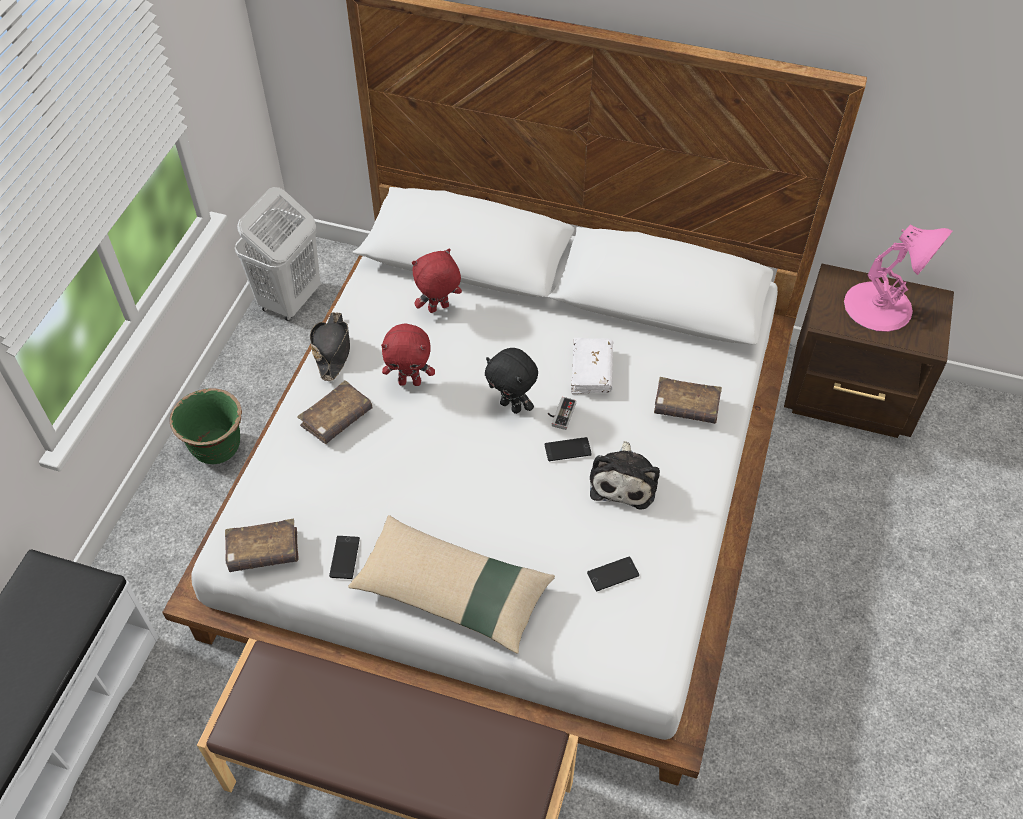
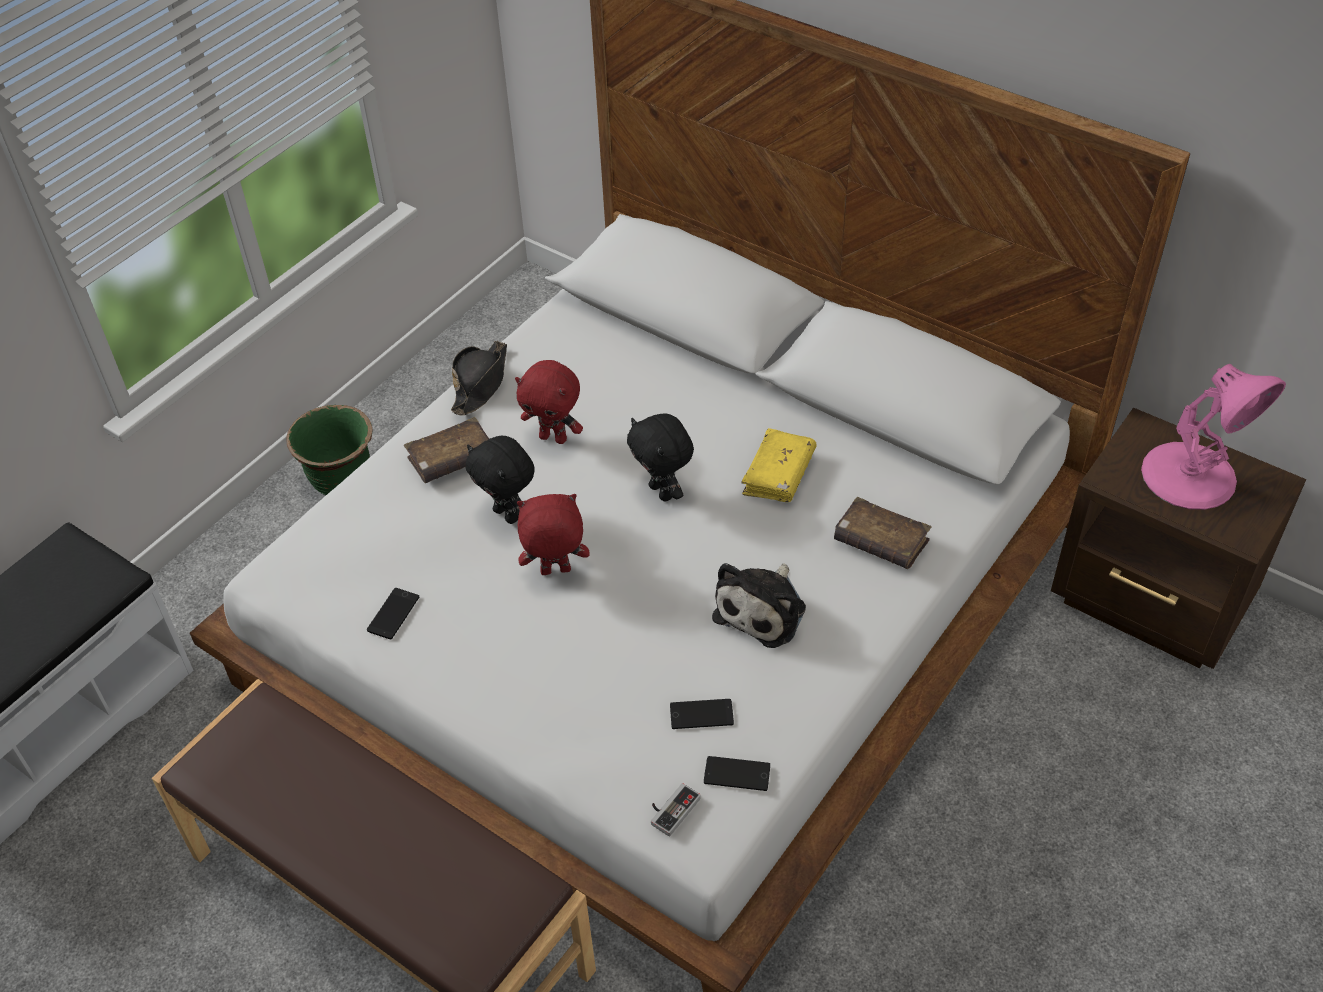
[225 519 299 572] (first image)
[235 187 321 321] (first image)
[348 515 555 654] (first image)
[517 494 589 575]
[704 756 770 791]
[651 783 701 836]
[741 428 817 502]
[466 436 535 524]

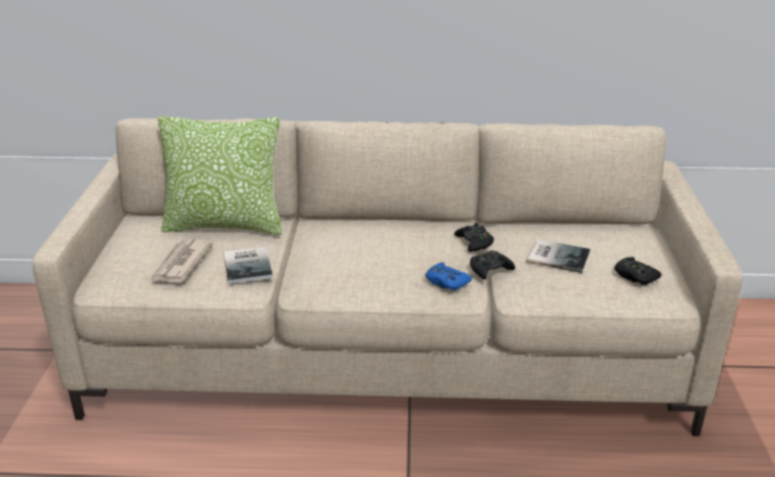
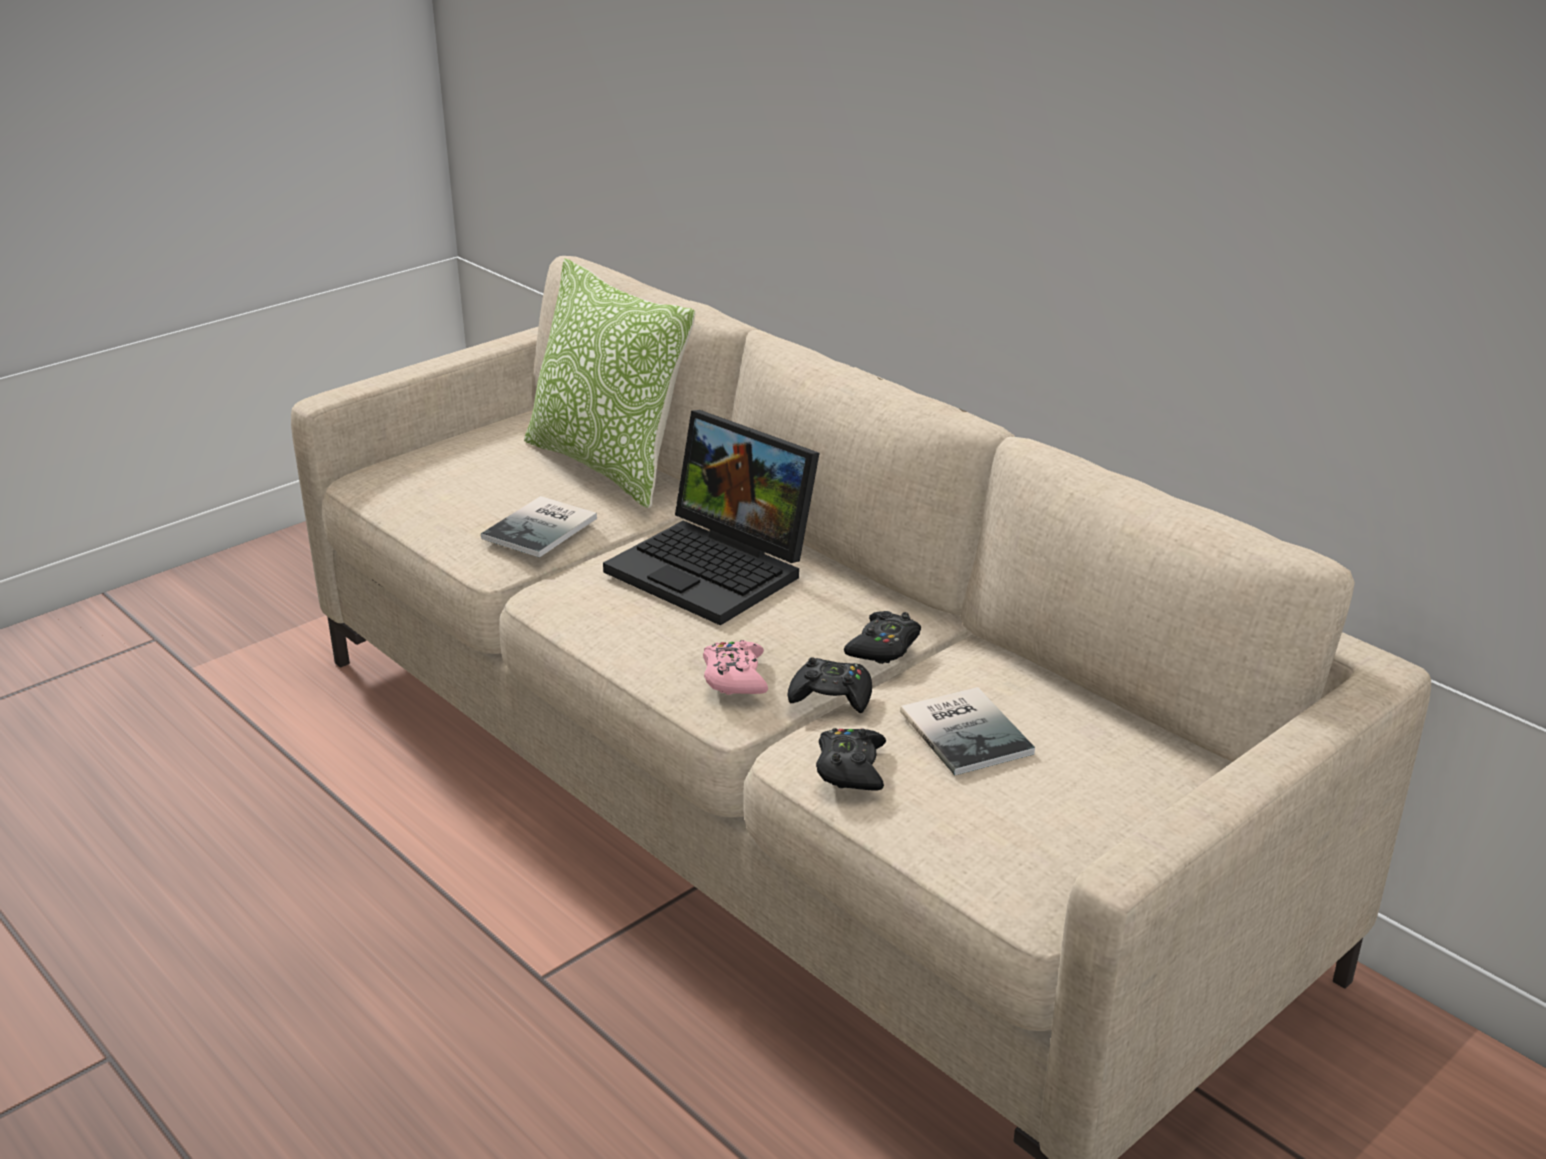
[151 239 214 282] (first image)
[703 640 768 695]
[816 728 886 791]
[603 410 819 625]

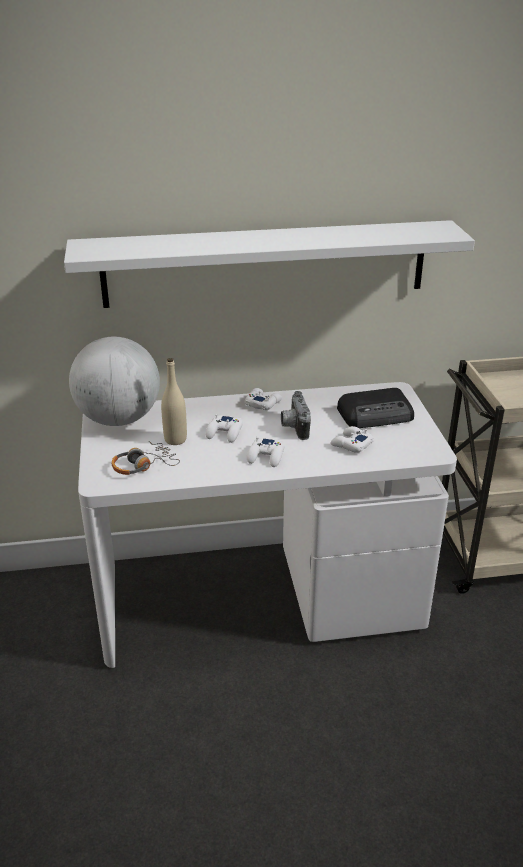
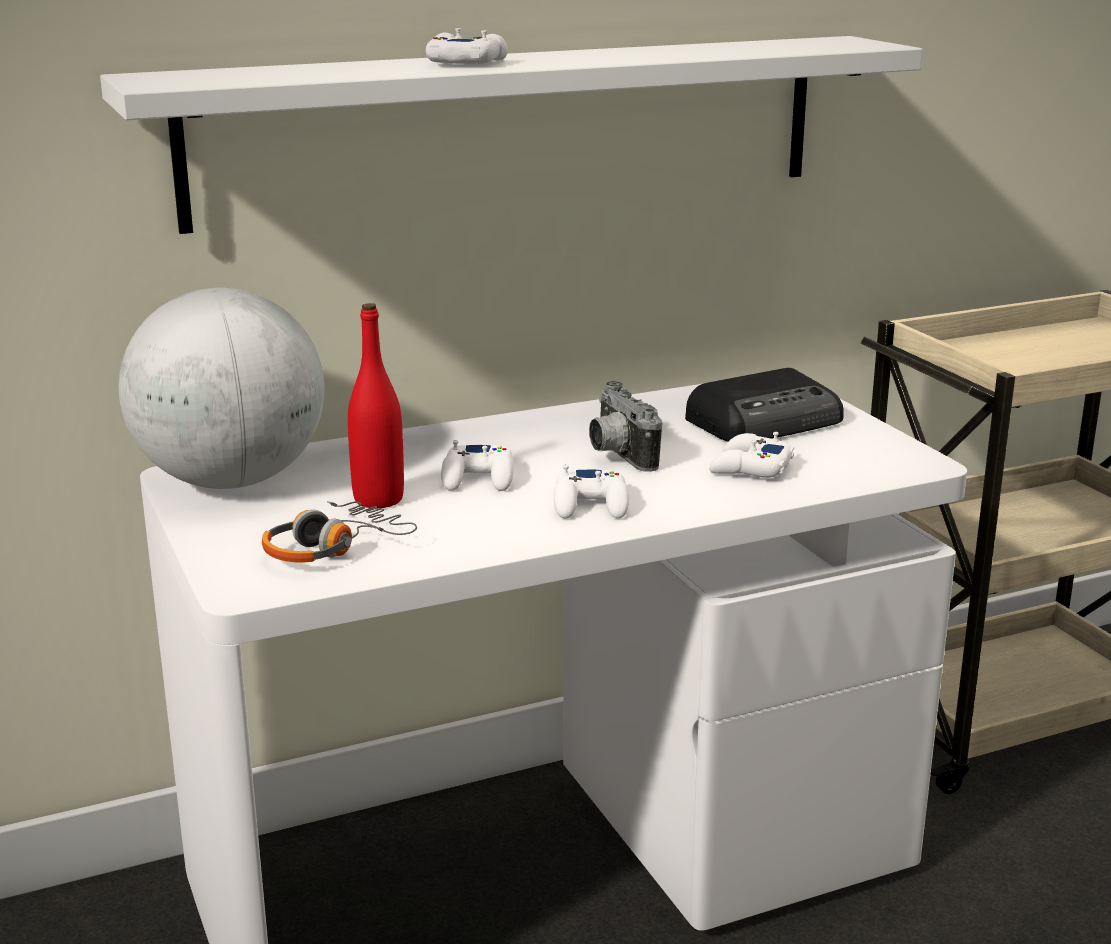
[348 303 404 508]
[426 28 508 64]

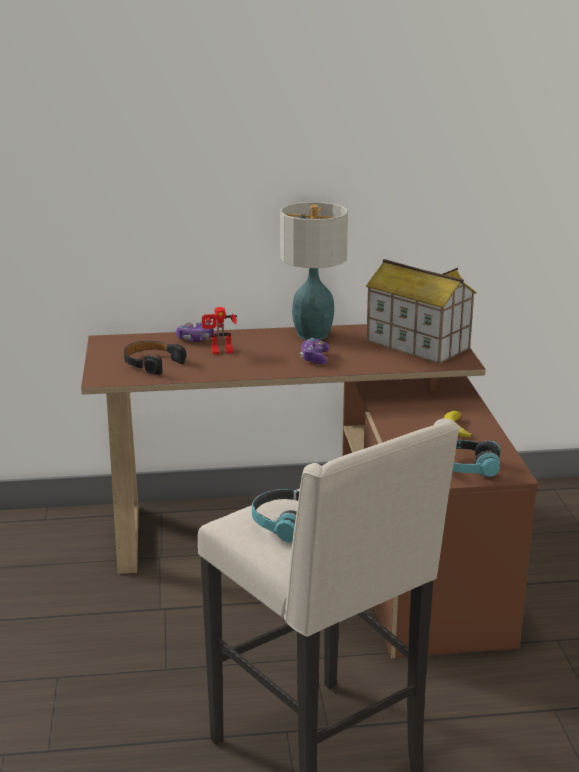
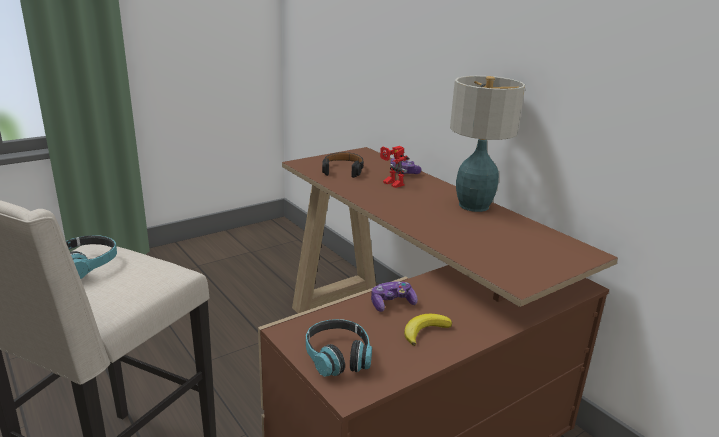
[371 282 418 312]
[366 259 477 364] (first image)

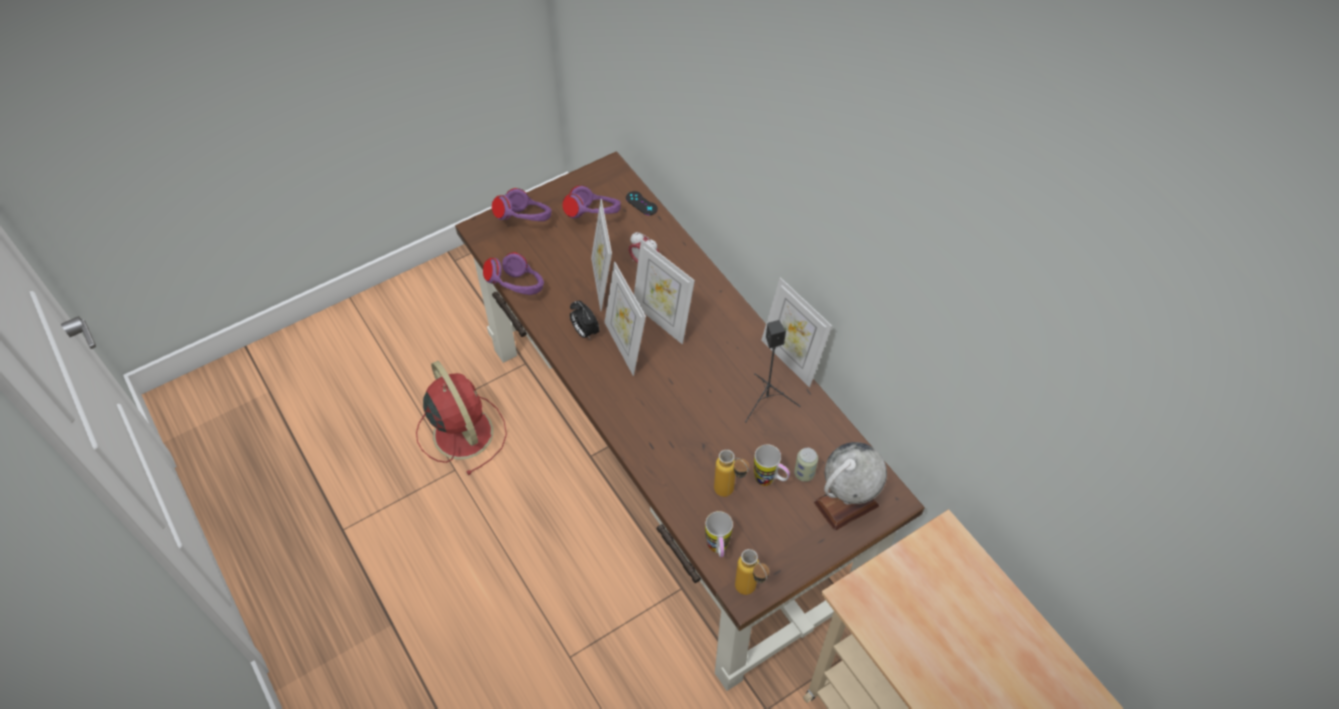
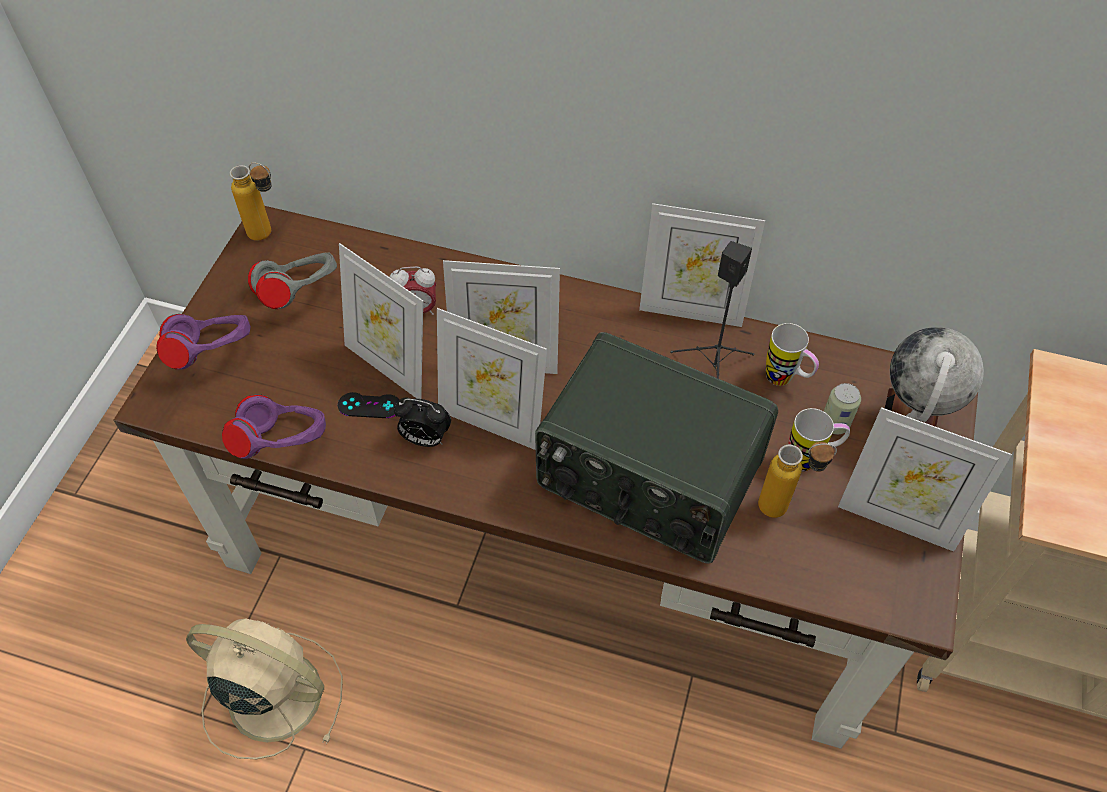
[186 619 343 759]
[248 252 337 309]
[338 392 399 418]
[766 323 819 386]
[229 162 272 241]
[535 332 778 564]
[838 407 1012 552]

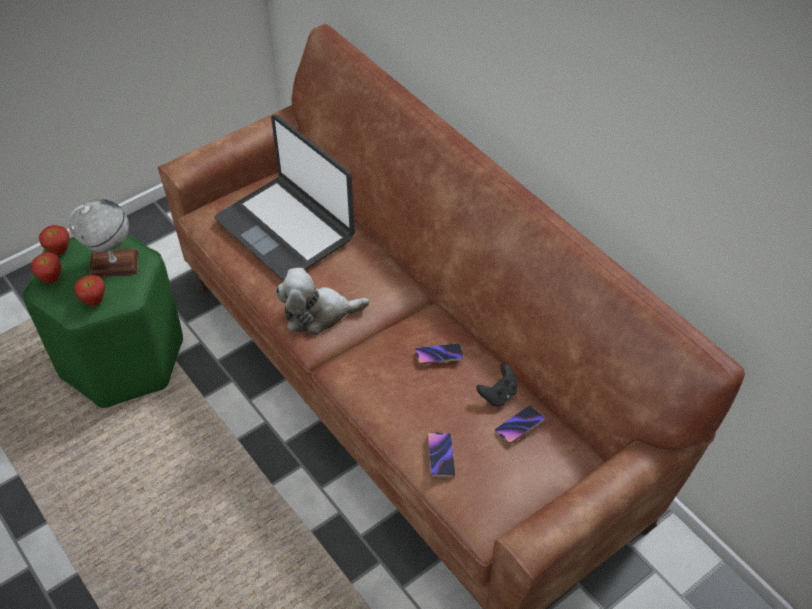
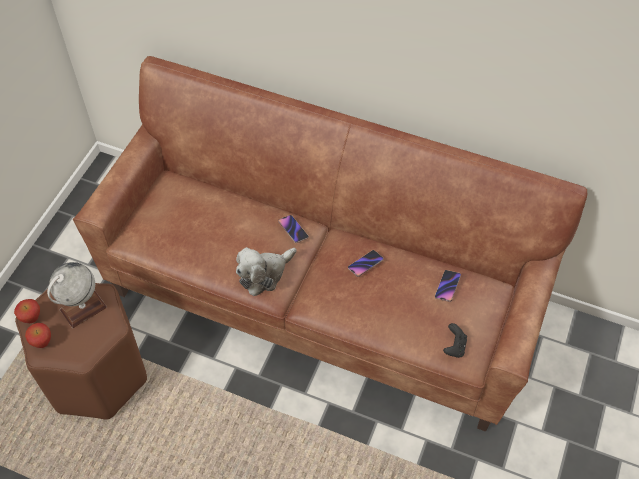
[15 283 147 420]
[74 275 105 306] (first image)
[215 114 355 281] (first image)
[278 215 309 243]
[443 323 467 358]

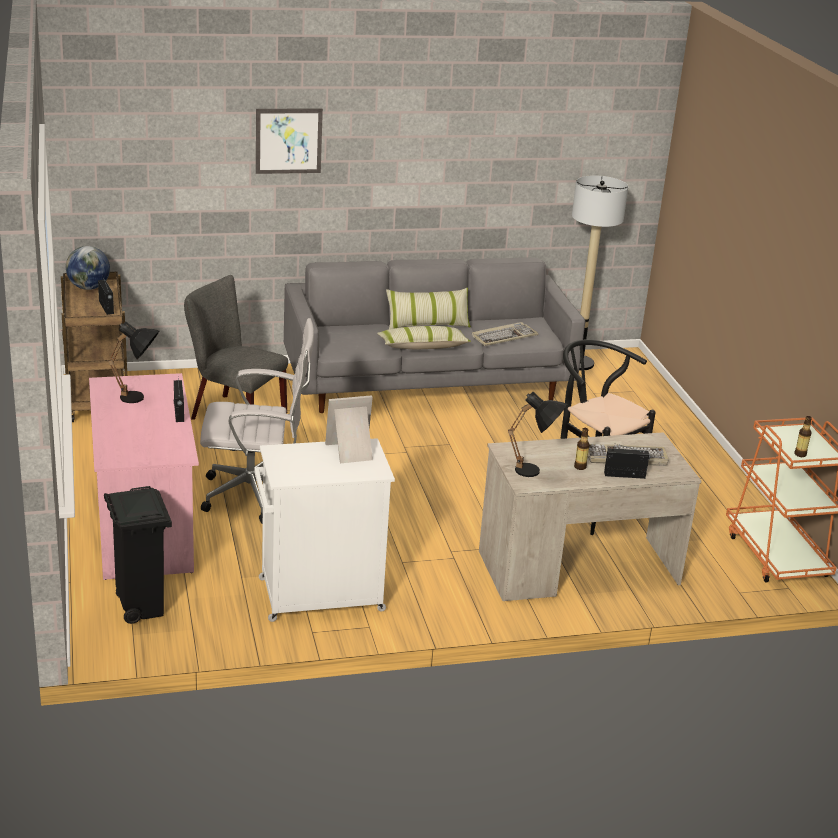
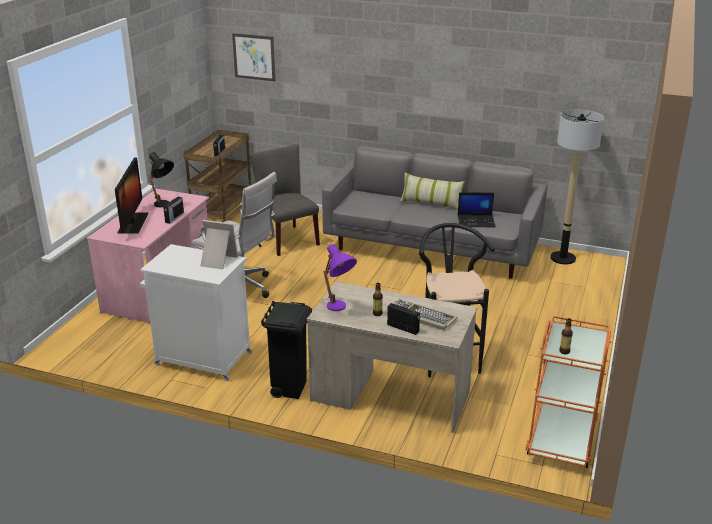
[66 246 110 290] (first image)
[261 301 312 399]
[232 33 275 81]
[377 326 471 350] (first image)
[458 192 496 227]
[323 244 357 311]
[115 157 148 234]

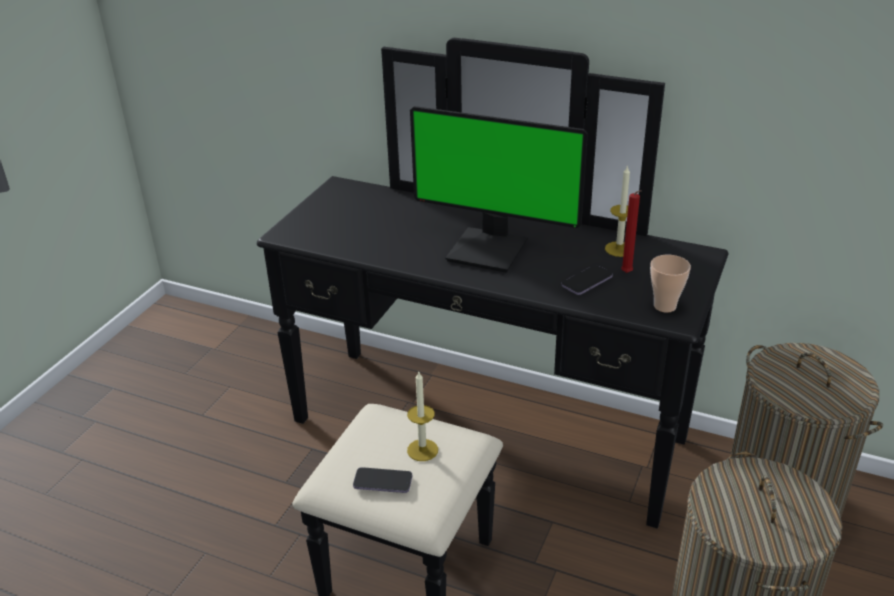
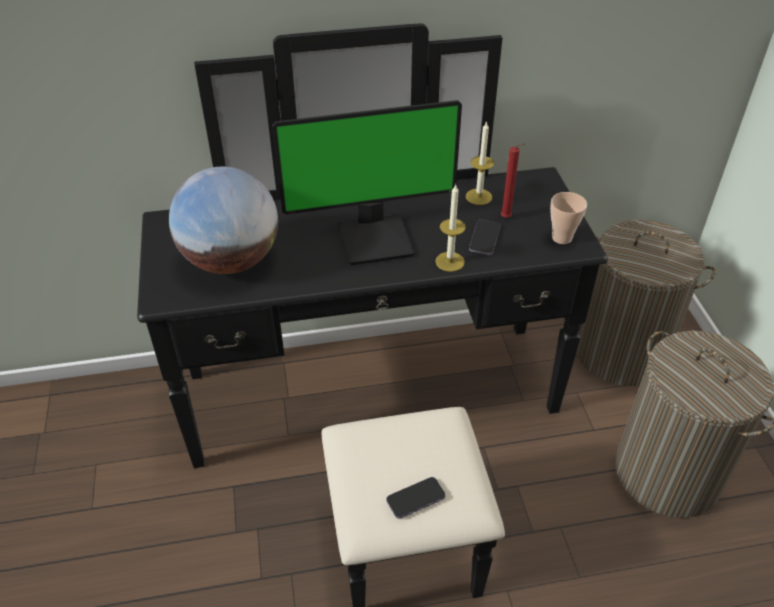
[435 184 466 272]
[169 167 278 274]

